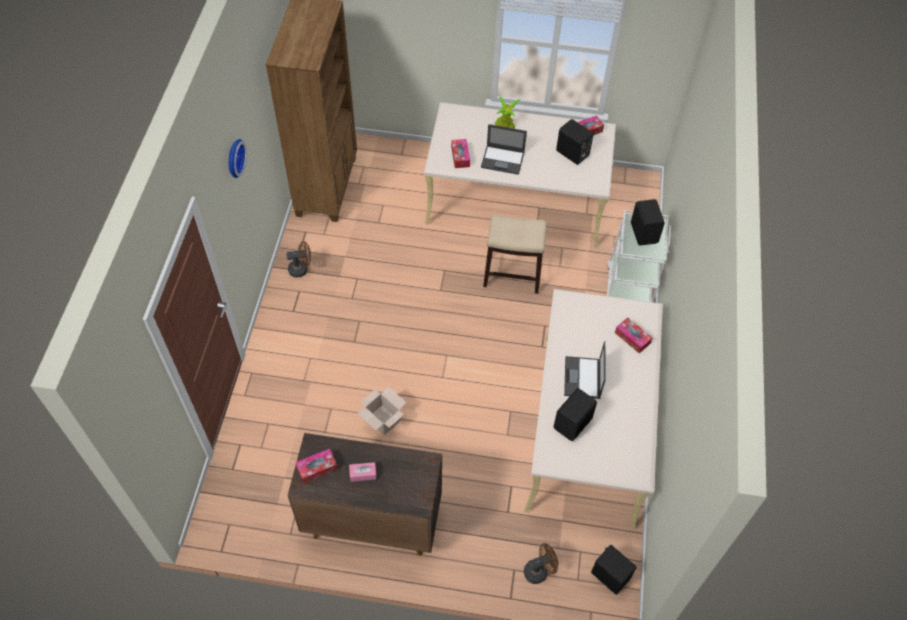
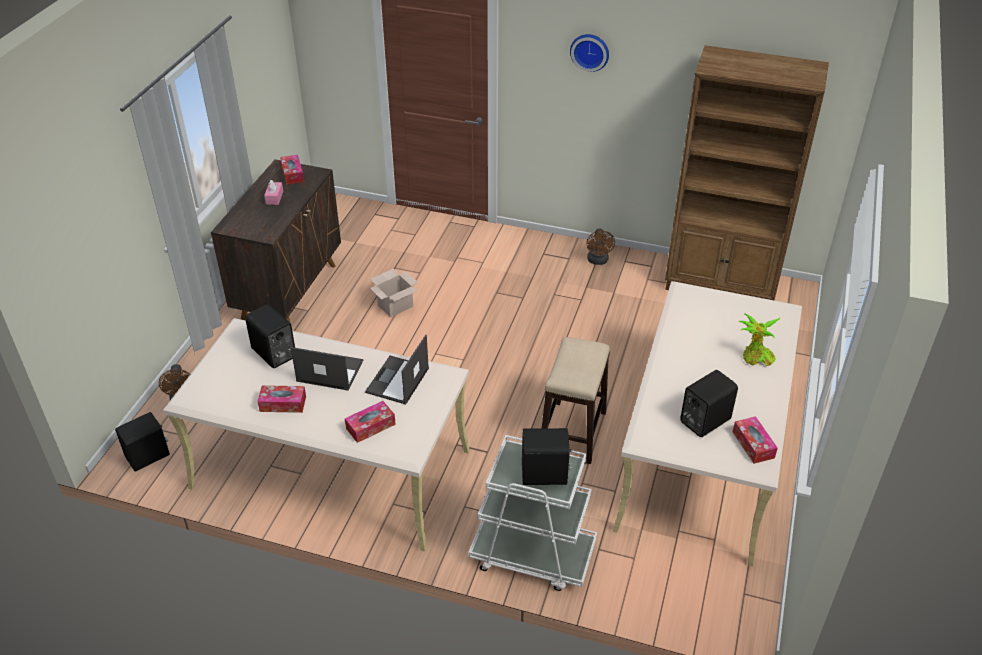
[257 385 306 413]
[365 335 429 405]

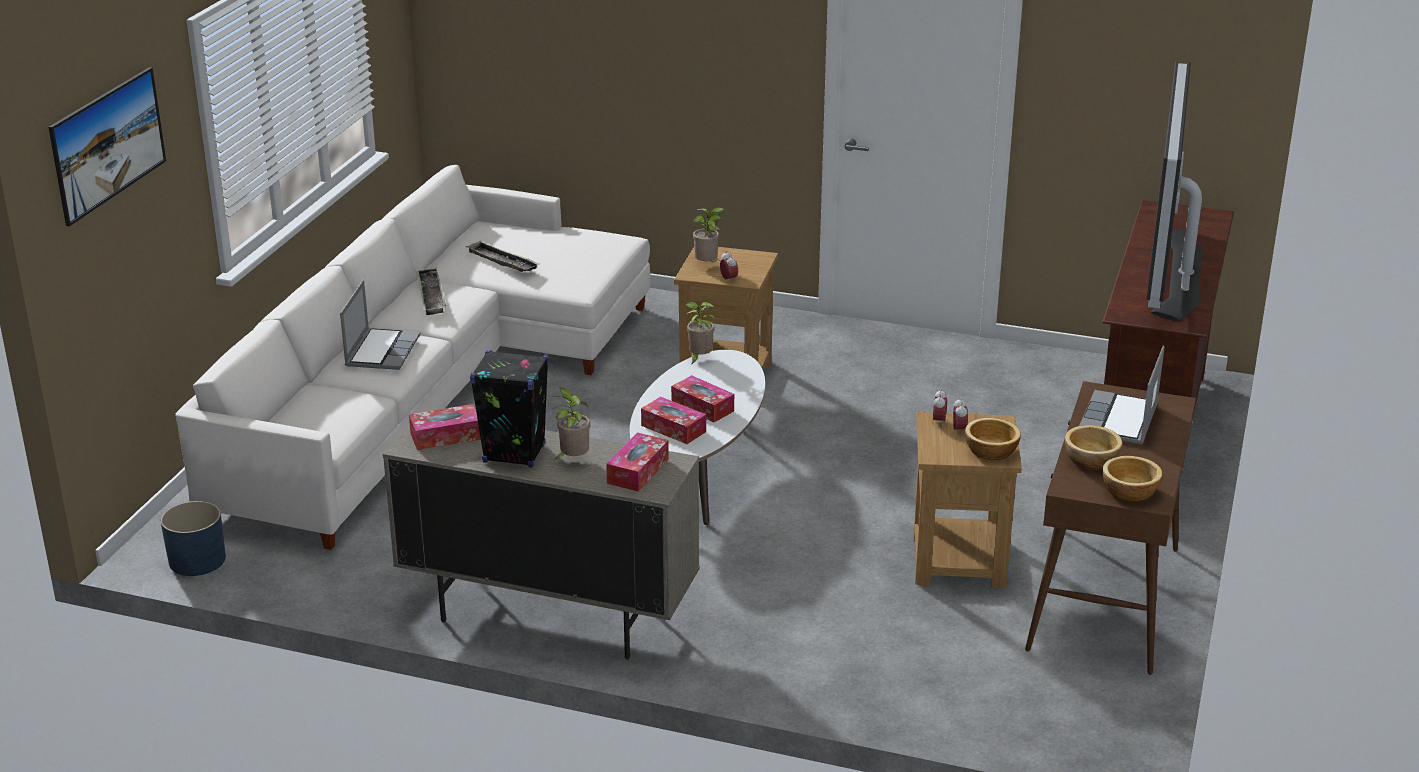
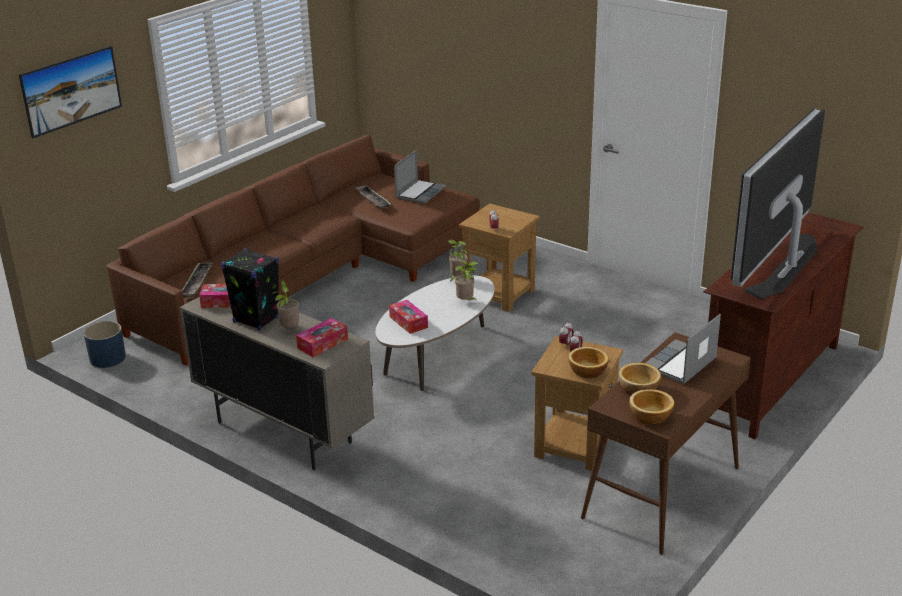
[106 135 480 366]
[394 150 446 204]
[182 263 213 298]
[671 375 734 422] (first image)
[455 261 479 300]

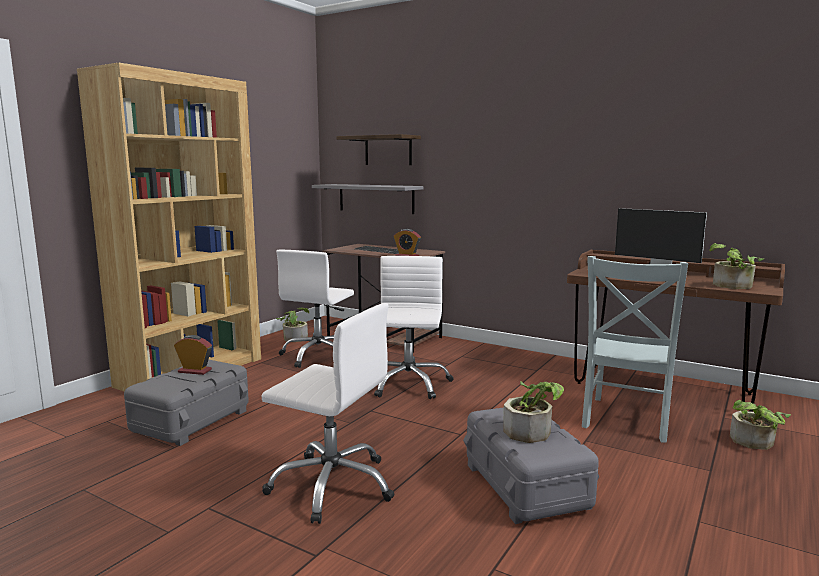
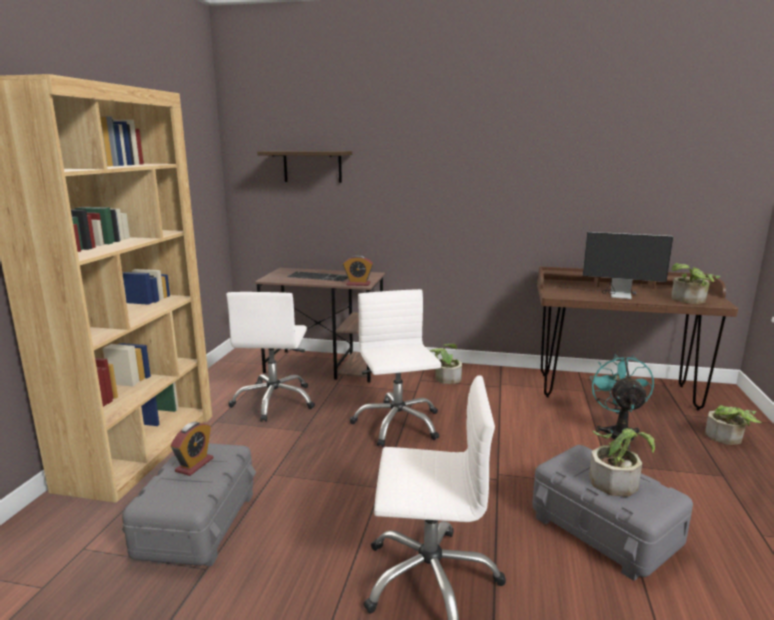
[171 422 213 476]
[429 344 462 384]
[312 184 423 214] (first image)
[590 354 654 449]

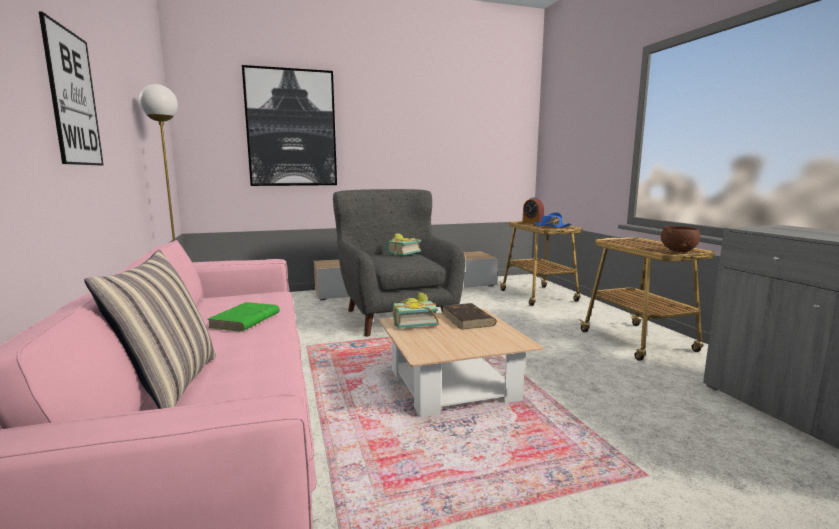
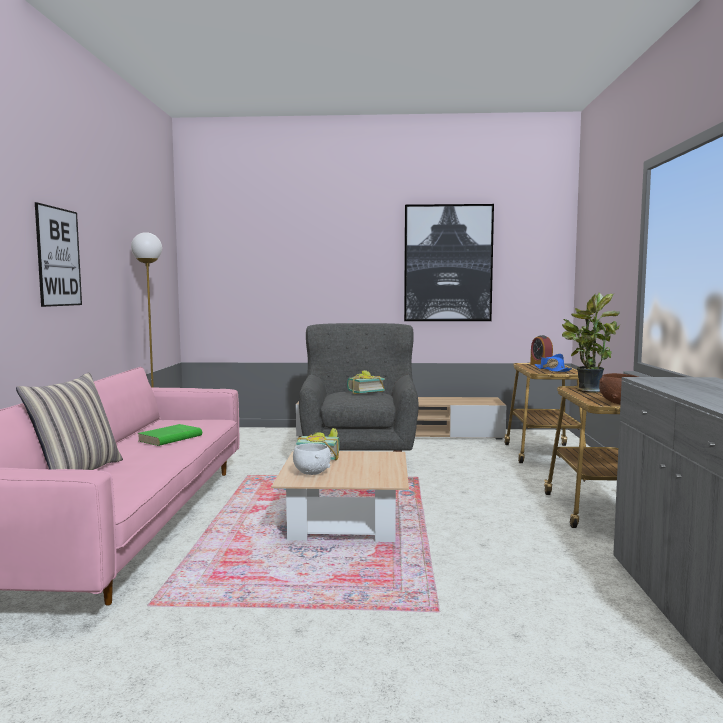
[404 204 494 321]
[442 303 497 330] (first image)
[293 443 331 475]
[562 293 620 393]

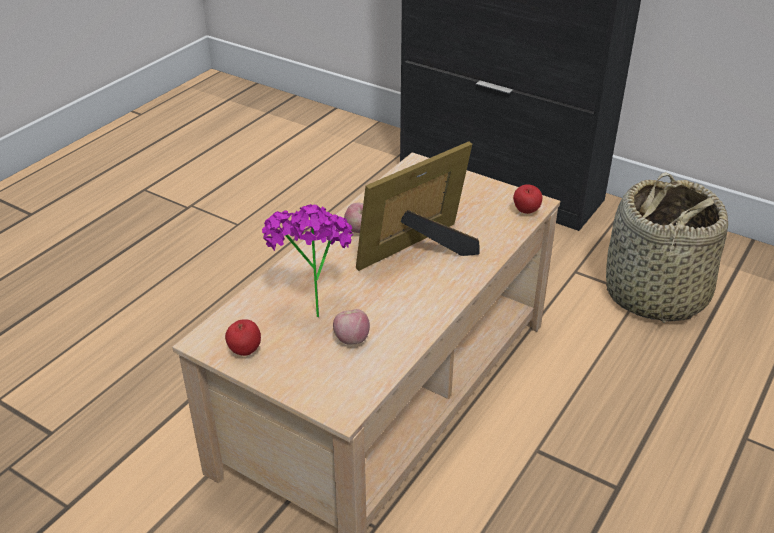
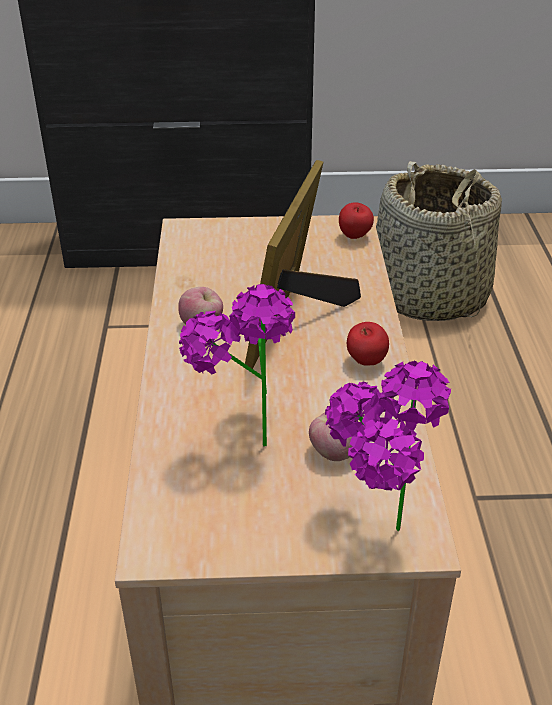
[347 322 389 366]
[325 360 451 532]

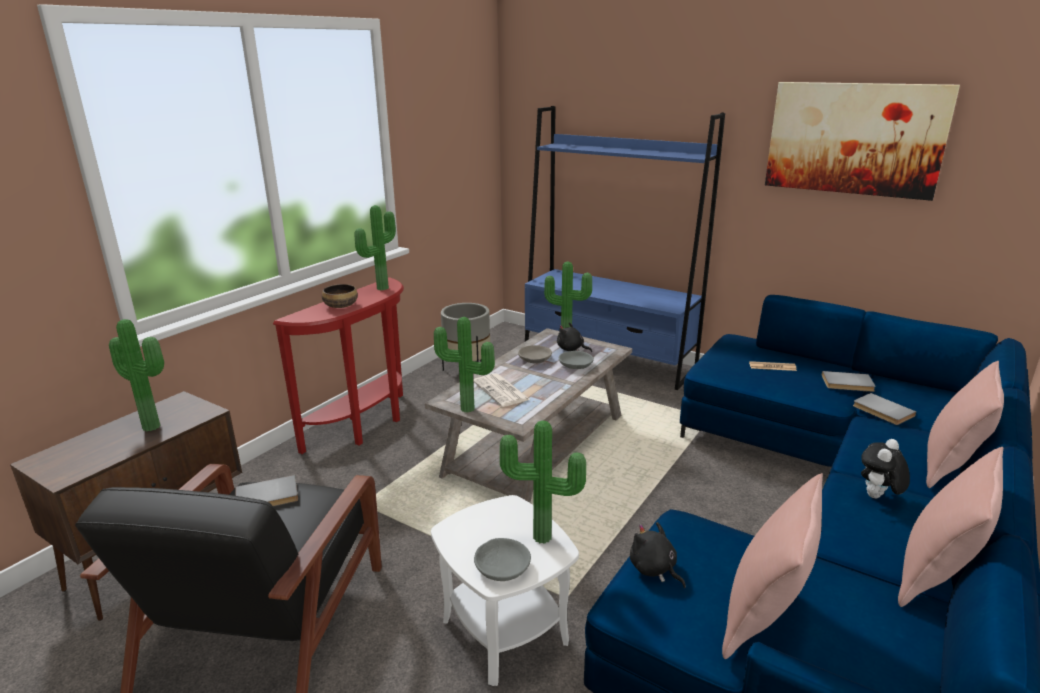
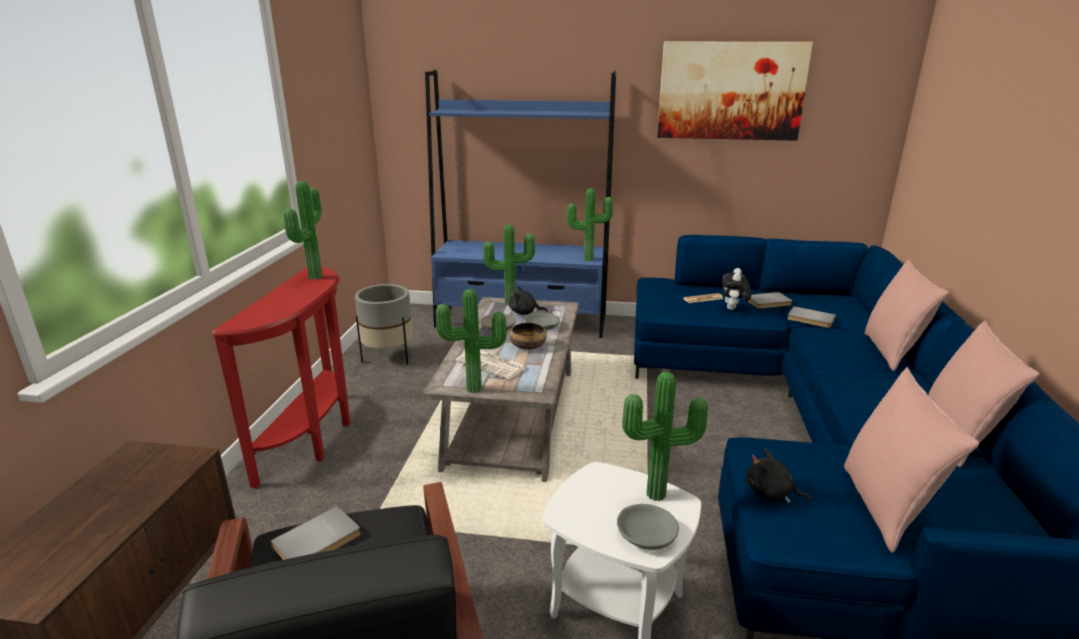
[567 188 613 262]
[510 323 547 350]
[722 268 751 310]

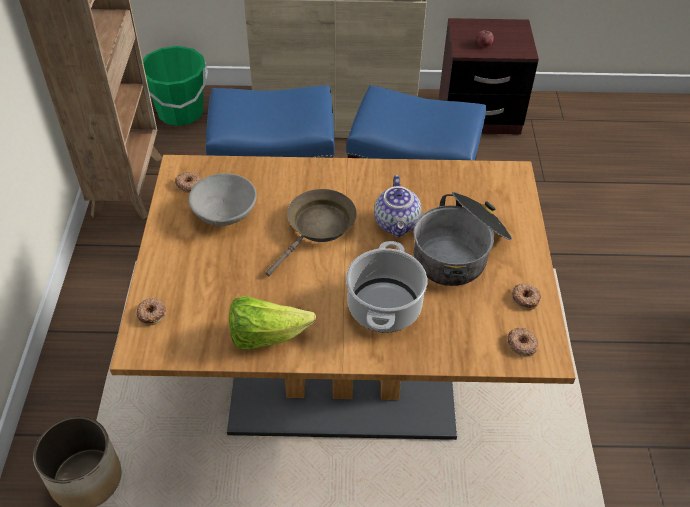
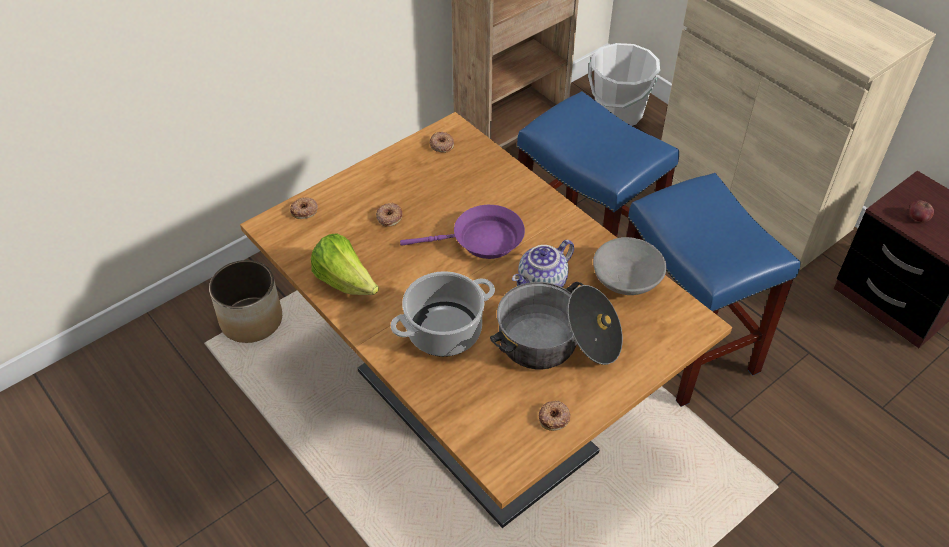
[588 43 660 126]
[593 237 666 295]
[400 205 525 259]
[376 203 402 227]

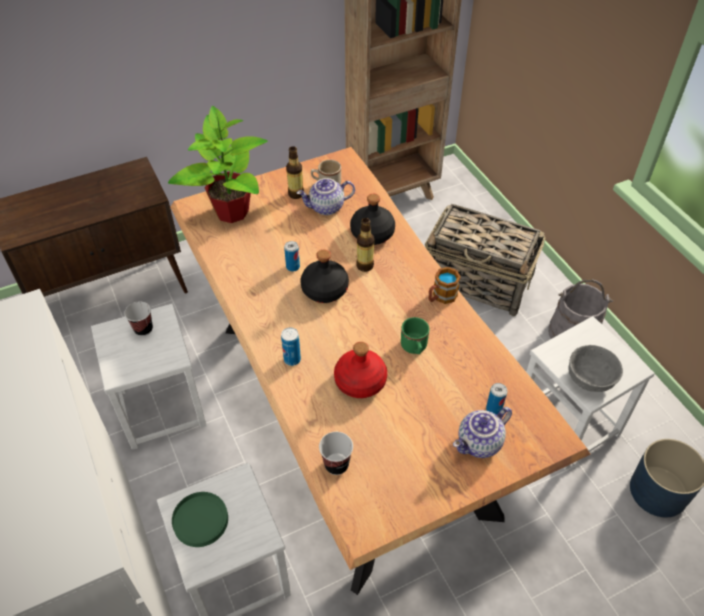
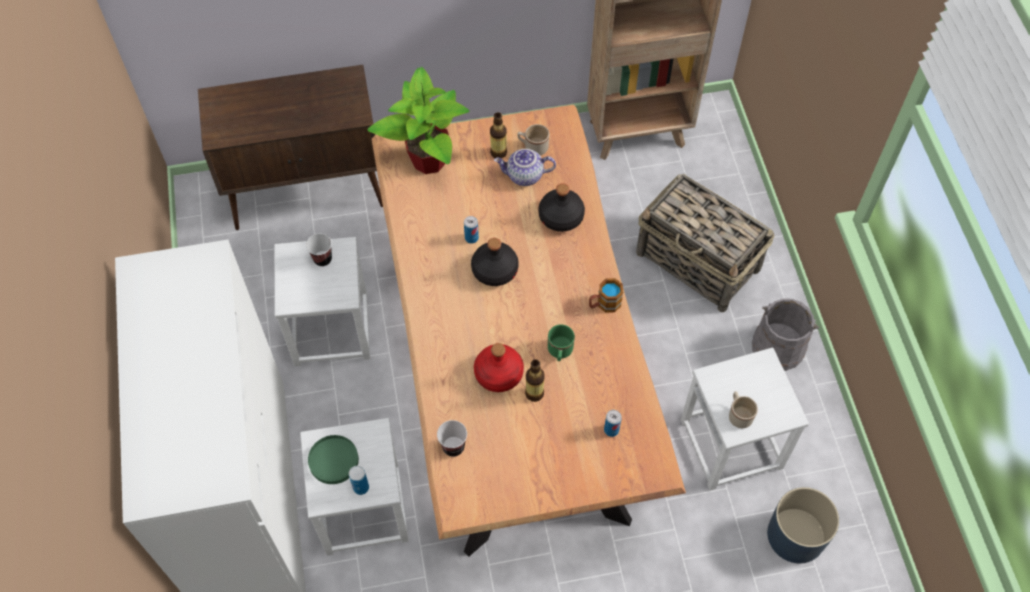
[349 466 369 495]
[525 359 545 402]
[453 407 512 458] (first image)
[729 391 758 428]

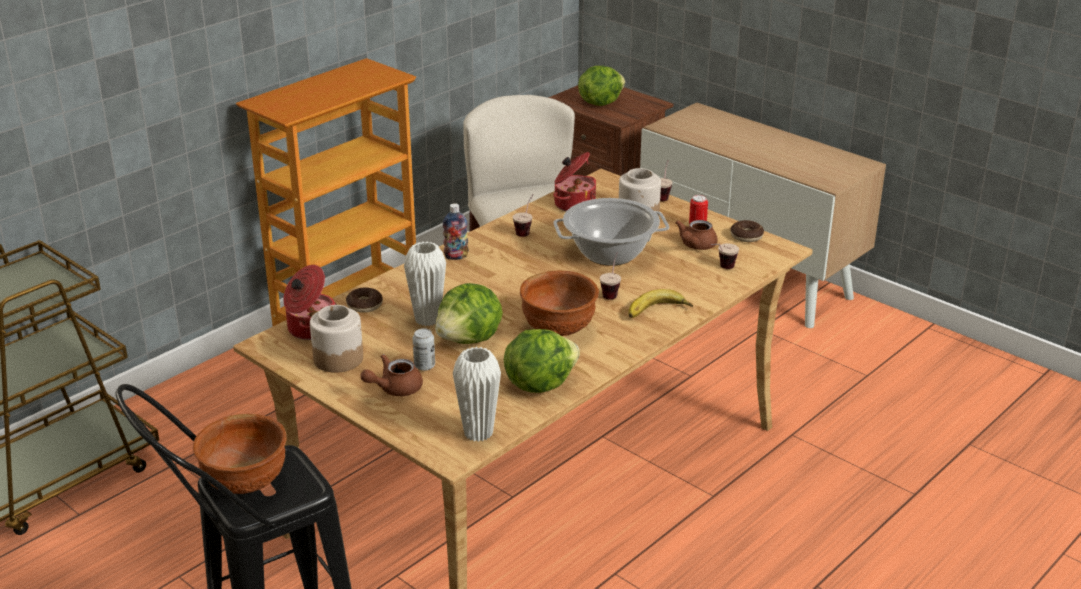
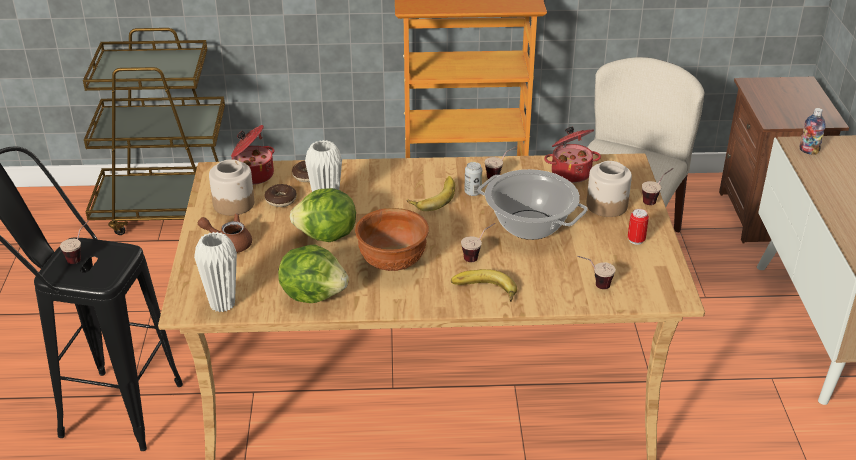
[60 220 89 264]
[465 162 482 196]
[800 108 826 155]
[578 66 625 106] (first image)
[676 220 717 250] (first image)
[264 184 297 207]
[407 176 455 211]

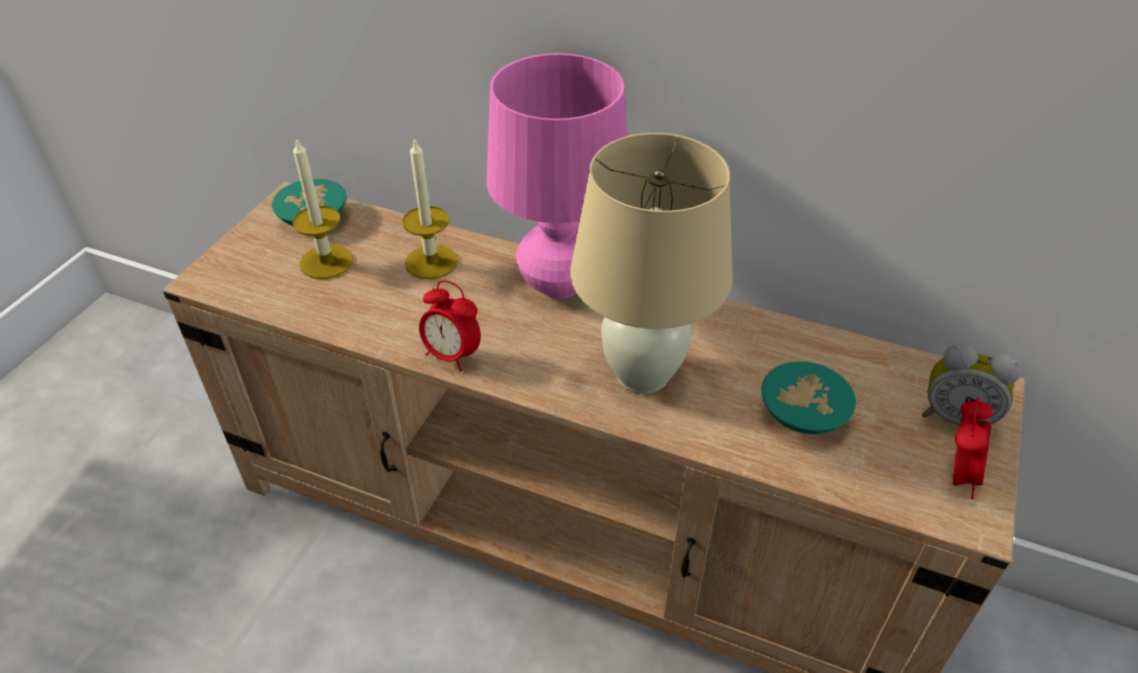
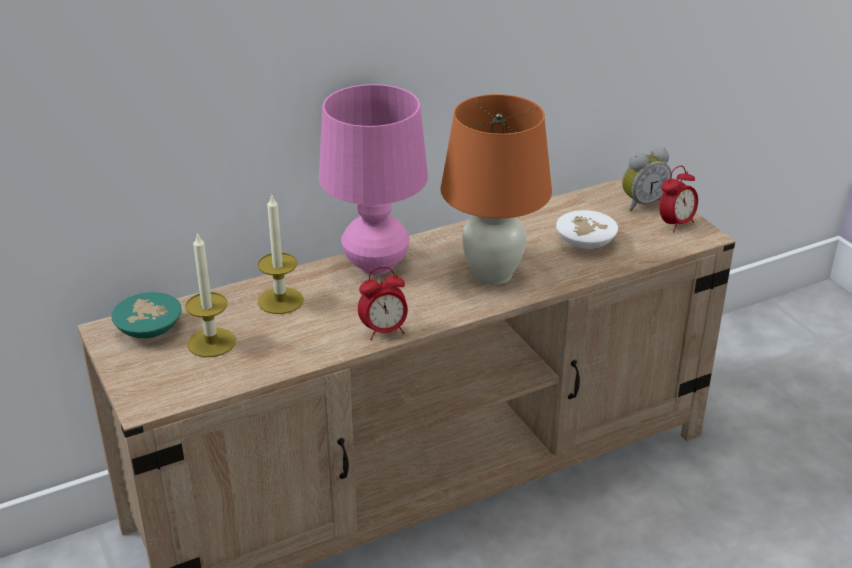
[441 94 552 285]
[556 210 618 249]
[659 166 698 233]

